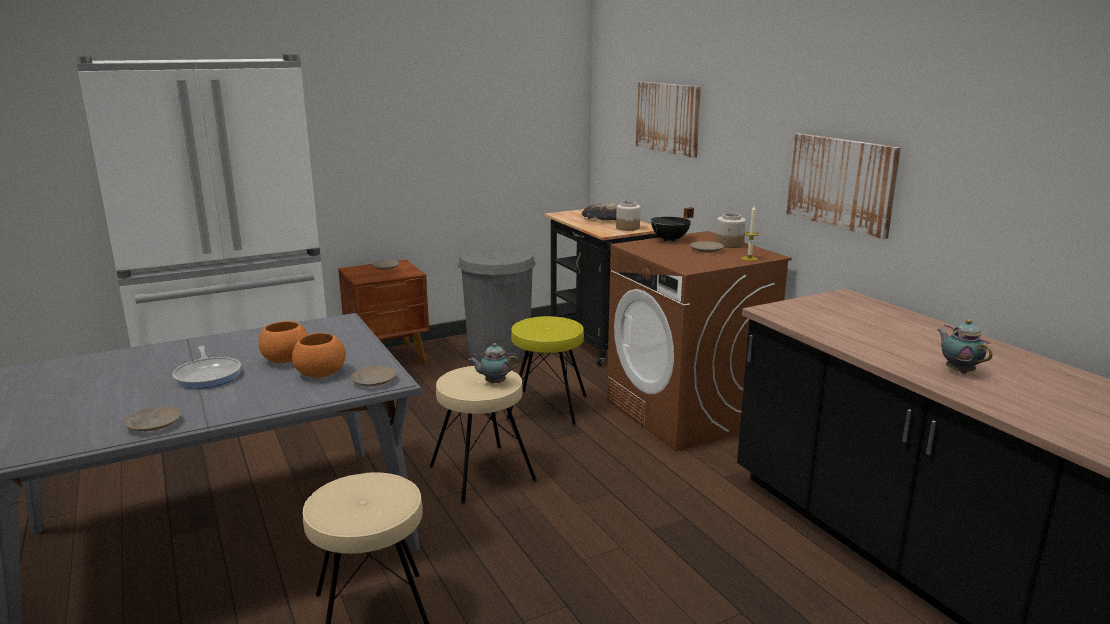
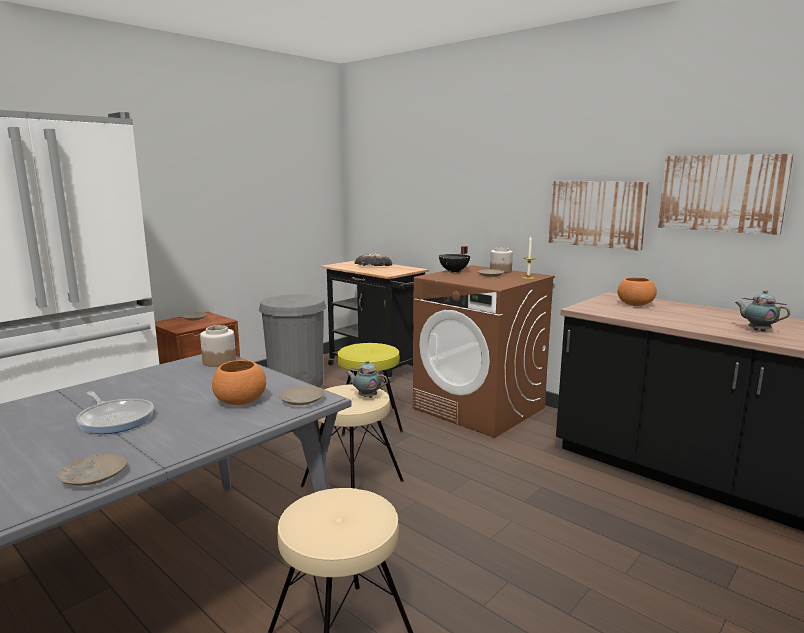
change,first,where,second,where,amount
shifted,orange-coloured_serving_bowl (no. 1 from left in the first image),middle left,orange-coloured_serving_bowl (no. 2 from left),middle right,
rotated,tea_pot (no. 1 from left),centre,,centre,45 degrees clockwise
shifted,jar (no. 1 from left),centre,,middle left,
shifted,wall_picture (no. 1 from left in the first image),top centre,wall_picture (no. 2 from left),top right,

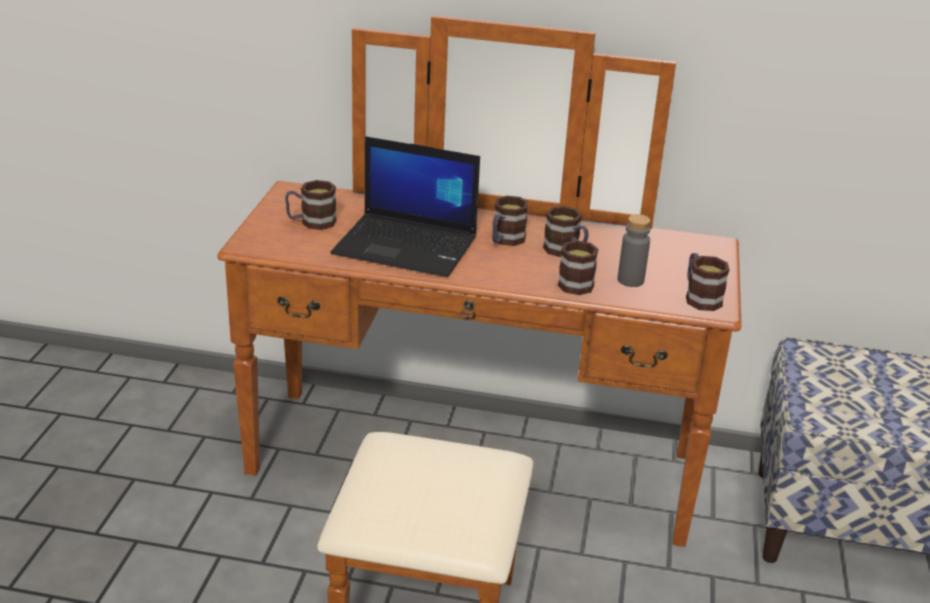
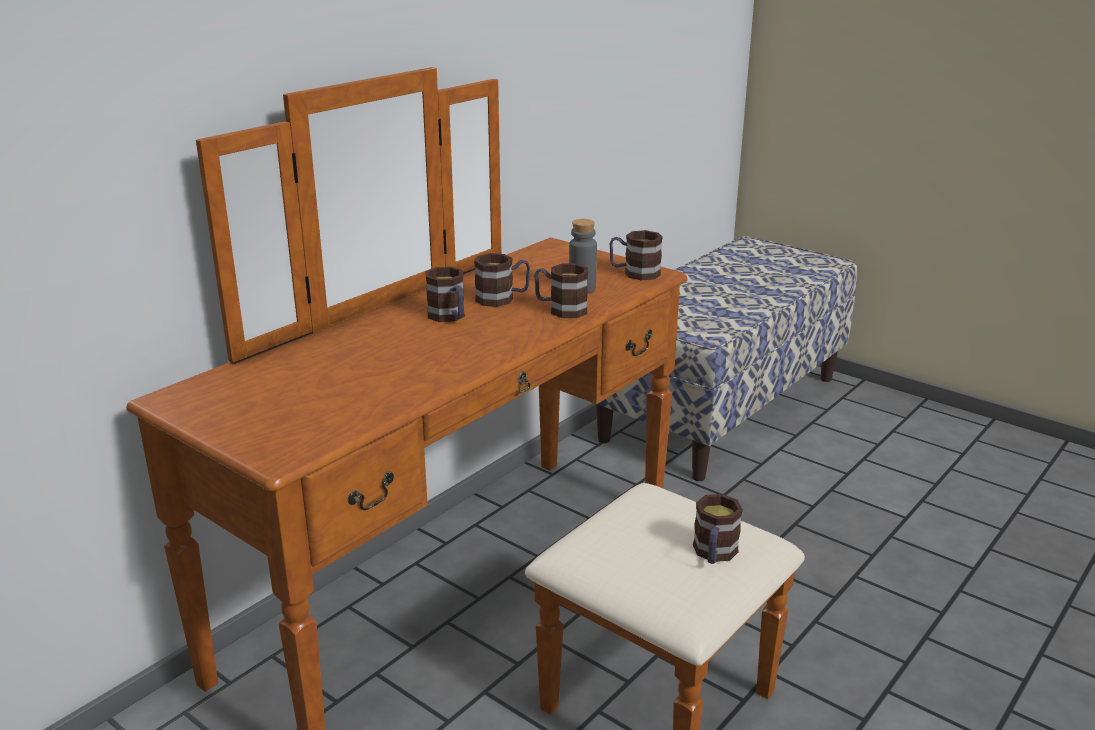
change,first,where,second,where,amount
shifted,mug (no. 1 from left in the first image),centre,mug (no. 5 from left),bottom centre,
gone,laptop,centre,,,

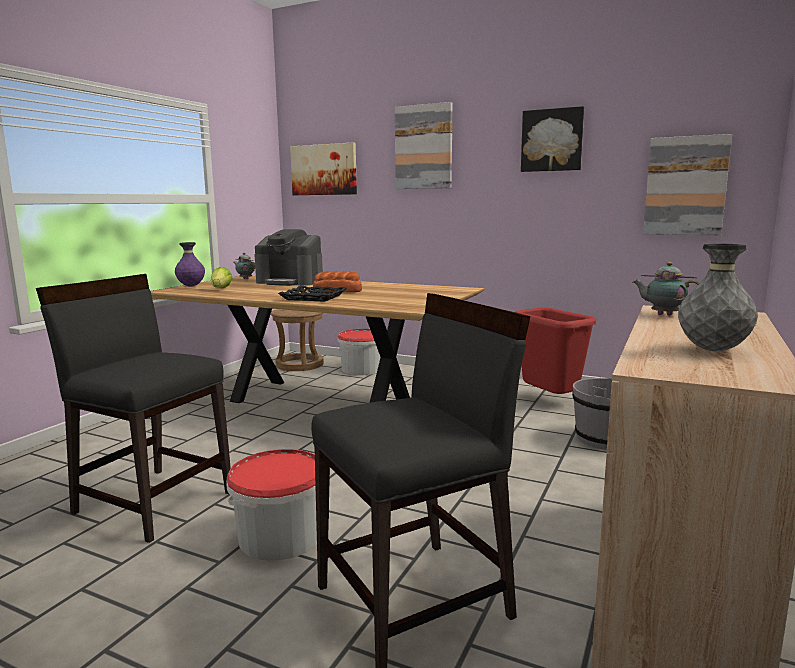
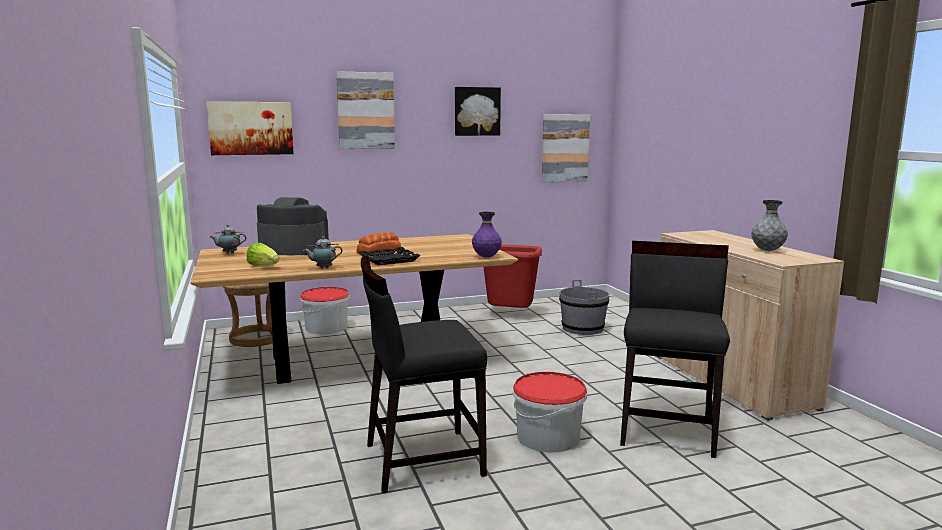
change,first,where,second,where,amount
shifted,purple_decorative_vase,middle left,,centre,
rotated,coffee_machine,centre,,middle left,150 degrees counterclockwise
shifted,tea_pot (no. 2 from left),middle right,,centre,

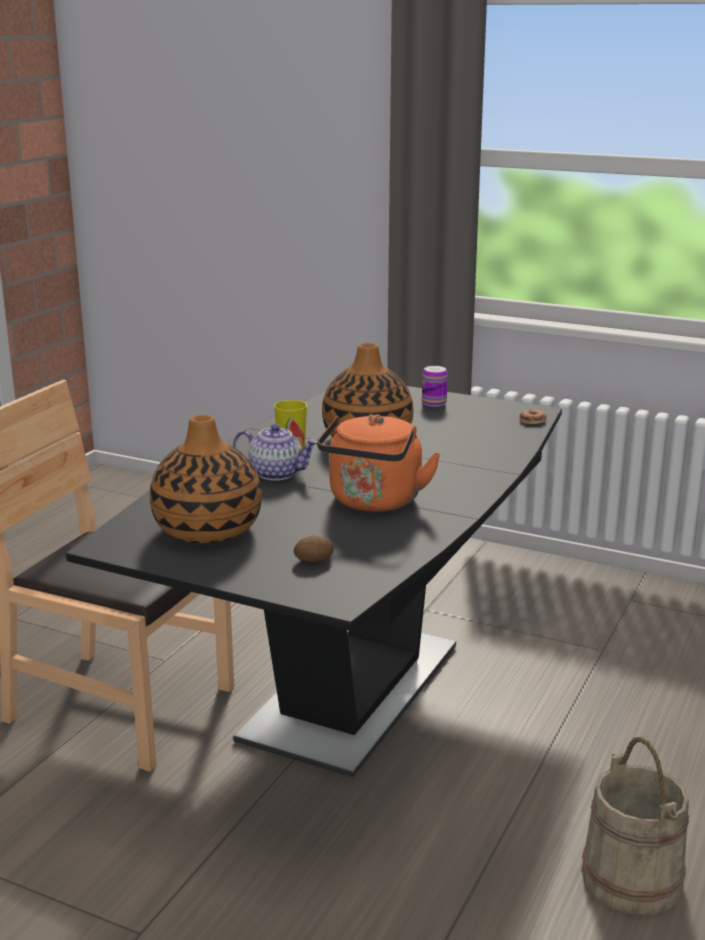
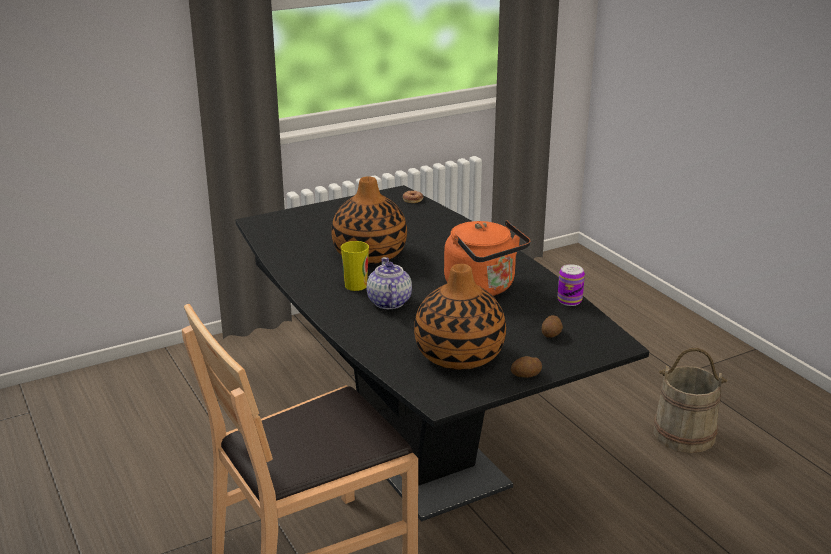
change,first,where,second,where,amount
rotated,tea_pot,centre,,centre,60 degrees counterclockwise
shifted,metal_can,centre,,middle right,
new,,,potato (no. 1 from left),centre,

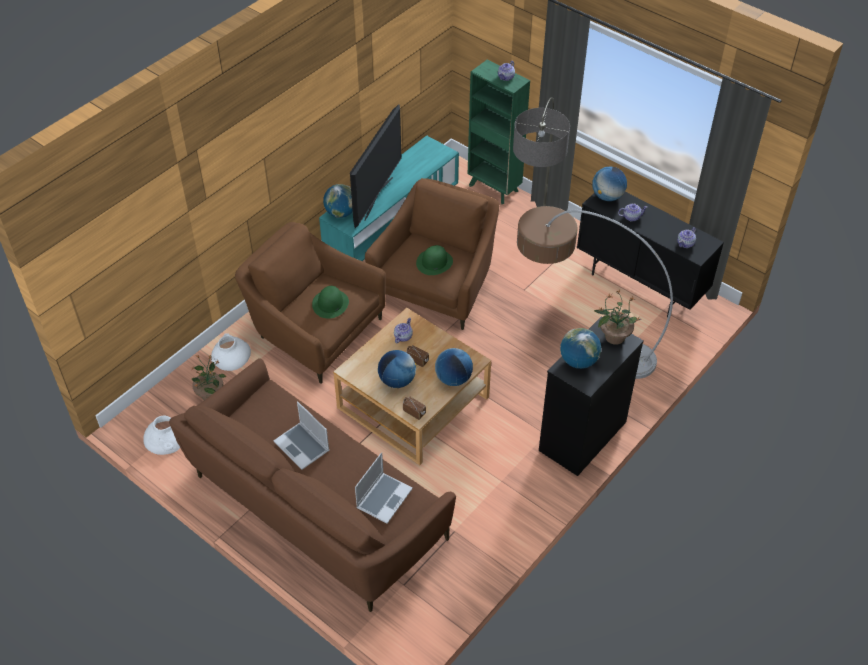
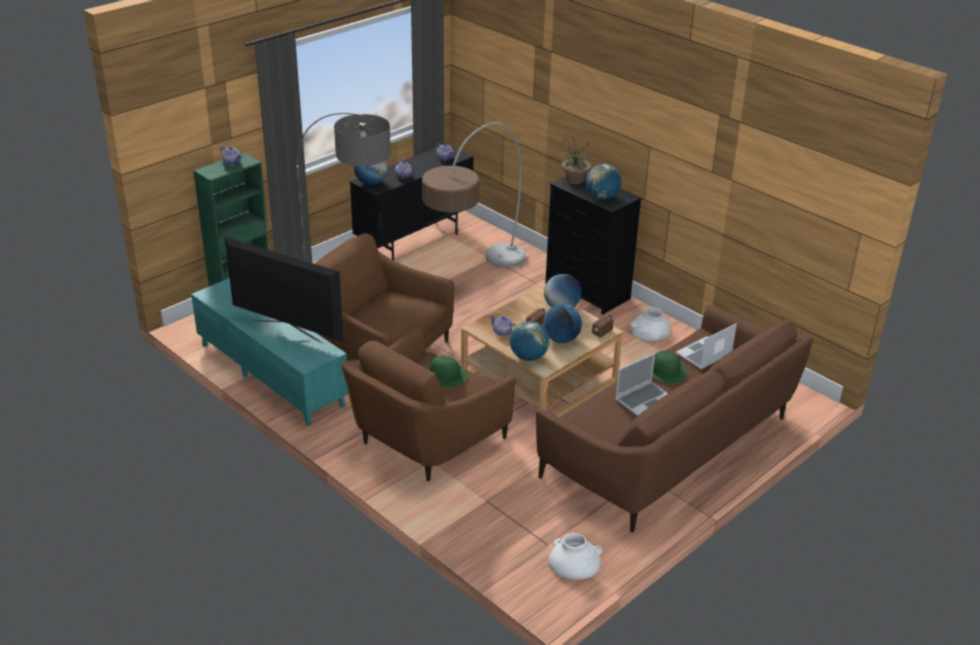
change,first,where,second,where,amount
gone,potted_plant (no. 1 from left),middle left,,,
shifted,whitish_decorative_vase (no. 2 from left),middle left,,centre,
shifted,desk_globe (no. 1 from left in the first image),top centre,desk_globe (no. 2 from left),centre,
rotated,laptop (no. 2 from left),bottom centre,,middle right,75 degrees counterclockwise
shifted,green-coloured_hat (no. 2 from left),centre,,middle right,

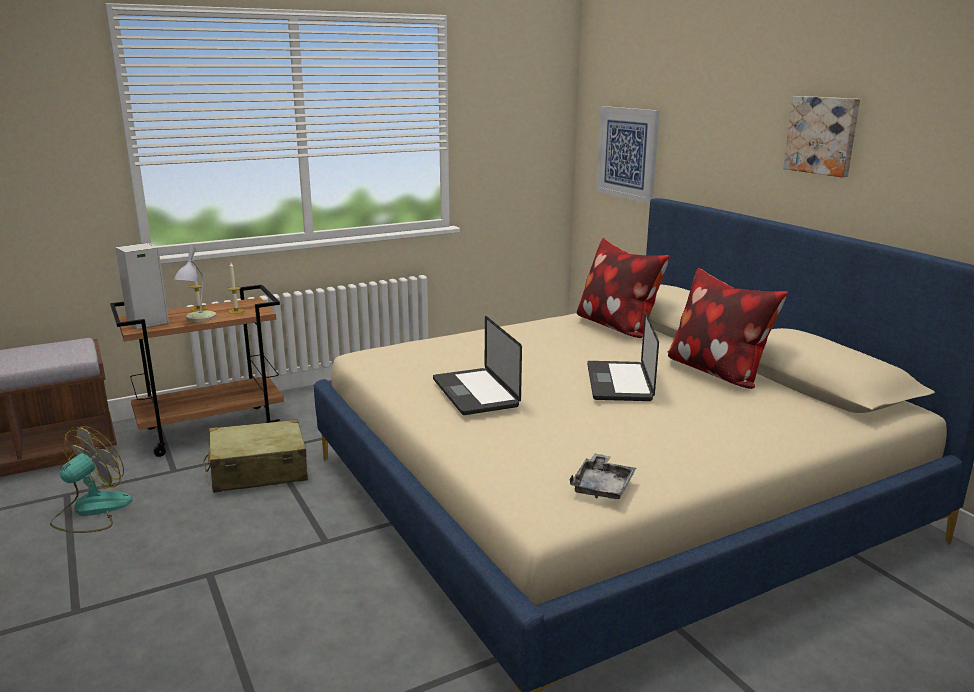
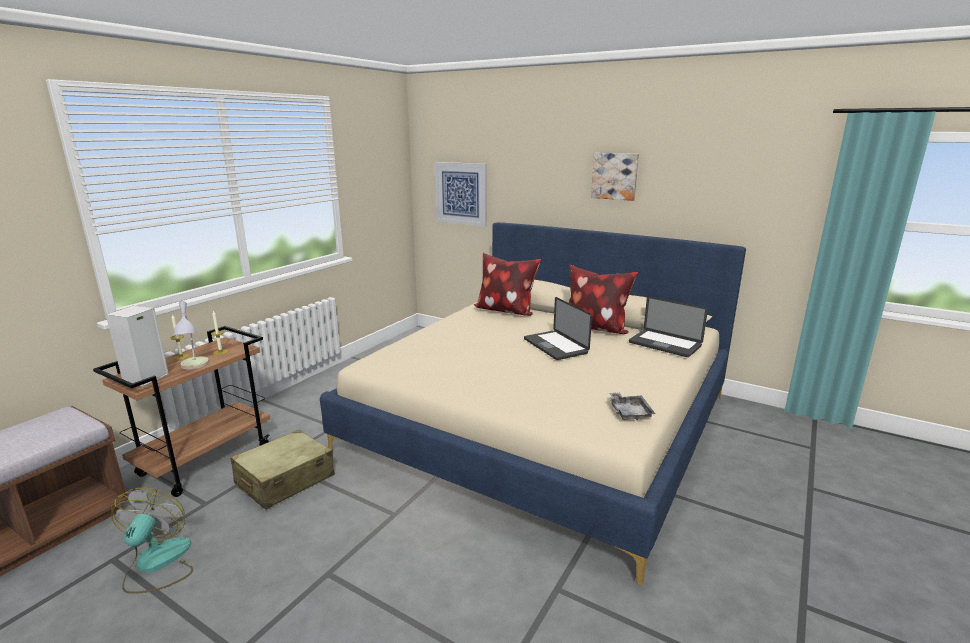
change,first,where,second,where,amount
shifted,laptop (no. 1 from left in the first image),centre,laptop (no. 2 from left),middle right,

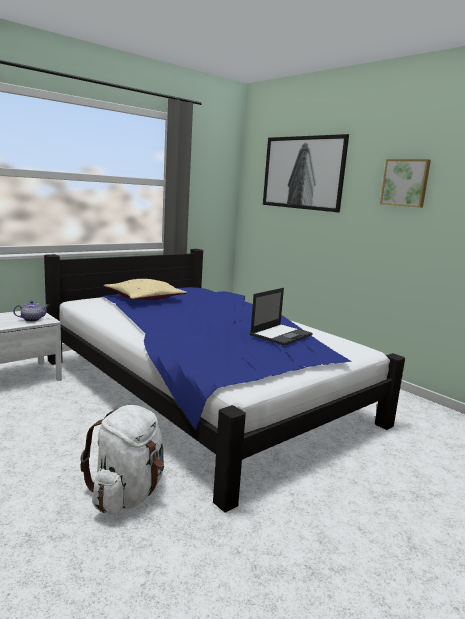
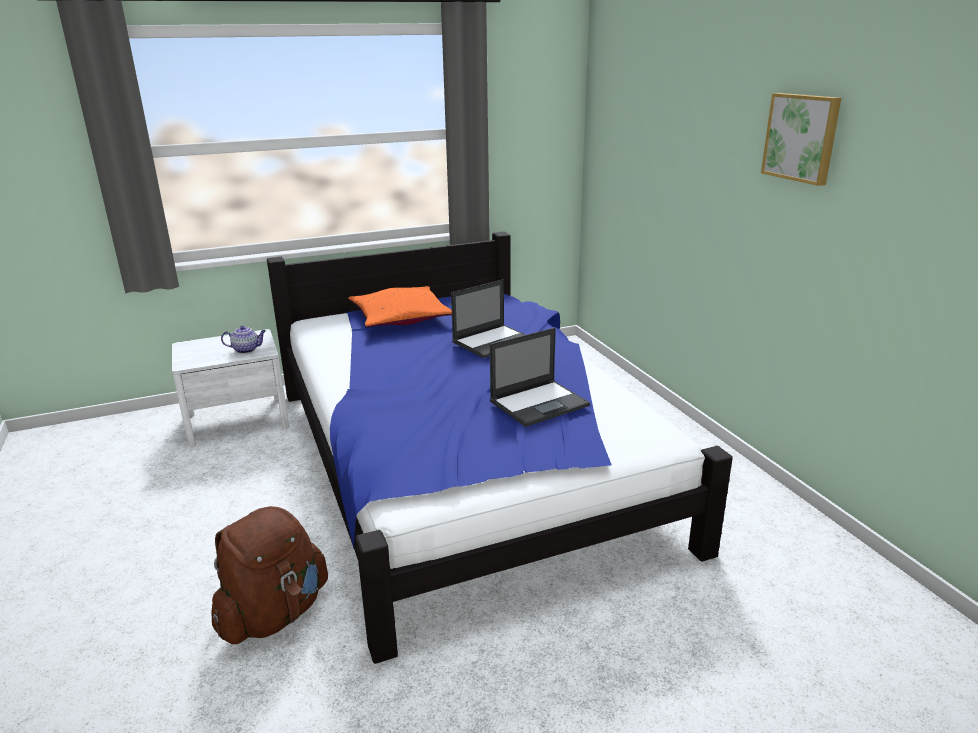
change,first,where,second,where,amount
repainted,whitish_knapsack,bottom left,brownish_knapsack,bottom left,
repainted,beige_throw_pillow,middle left,orange-coloured_throw_pillow,centre,
gone,wall_picture (no. 1 from left),top centre,,,
new,,,laptop (no. 1 from left),centre,

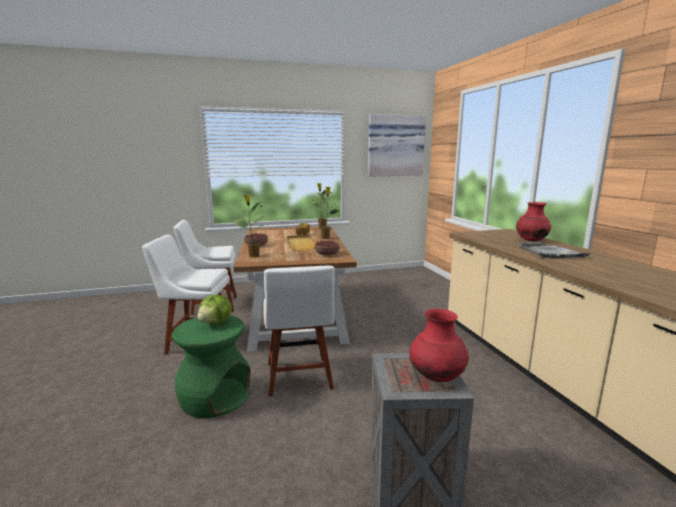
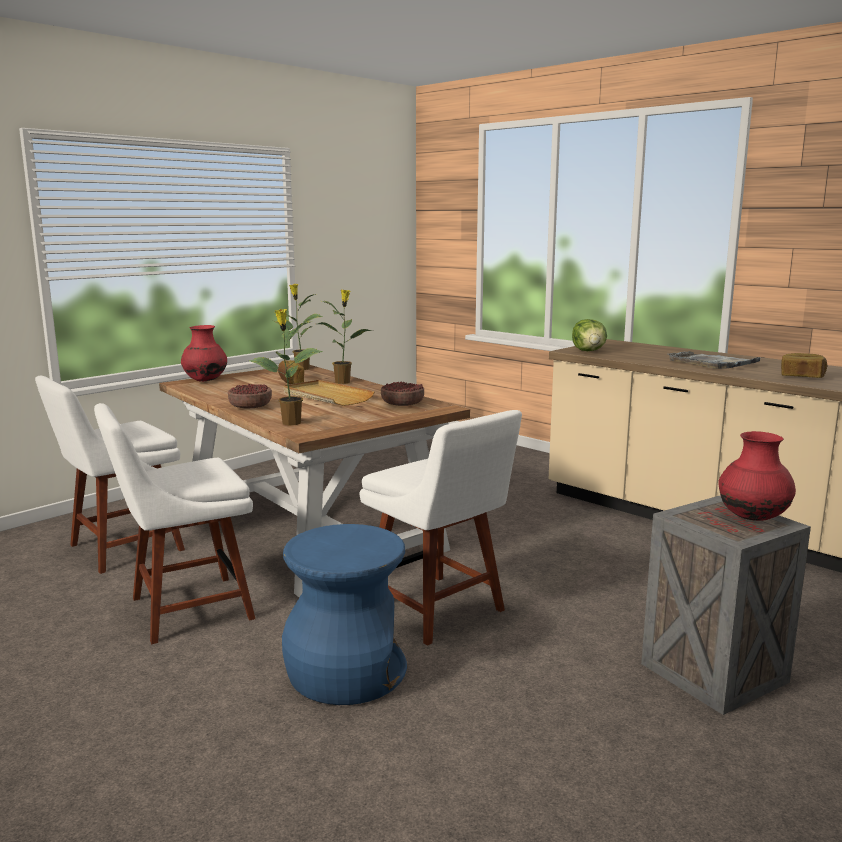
change,first,where,second,where,amount
repainted,green-coloured_stool_seat,bottom left,blue_stool_seat,bottom centre,
shifted,lettuce,middle left,,middle right,
gone,wall_picture,top centre,,,
shifted,reddish_decorative_vase (no. 2 from left in the first image),middle right,reddish_decorative_vase (no. 1 from left),middle left,
new,,,bread (no. 2 from left),middle right,

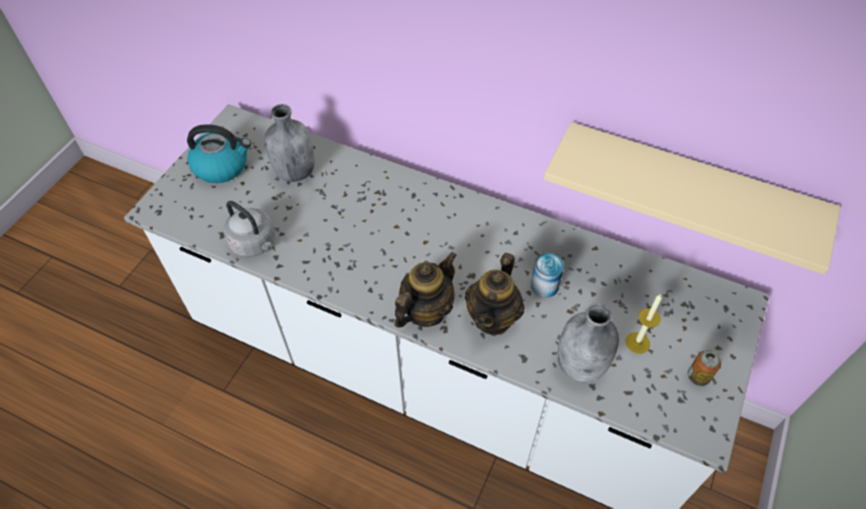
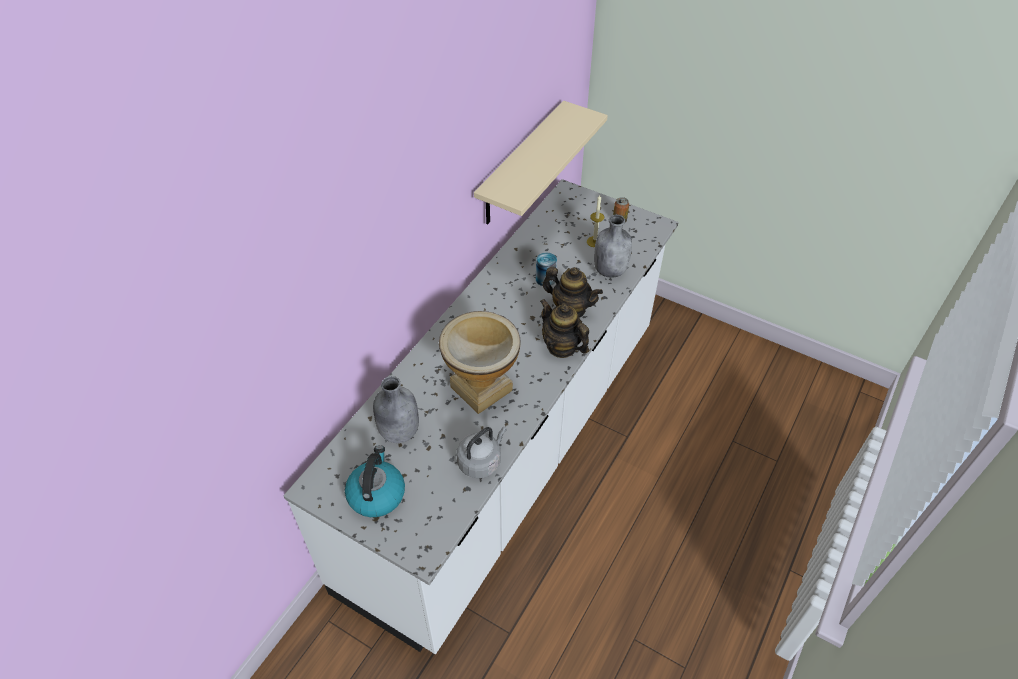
change,first,where,second,where,amount
new,,,decorative_vase,centre,

